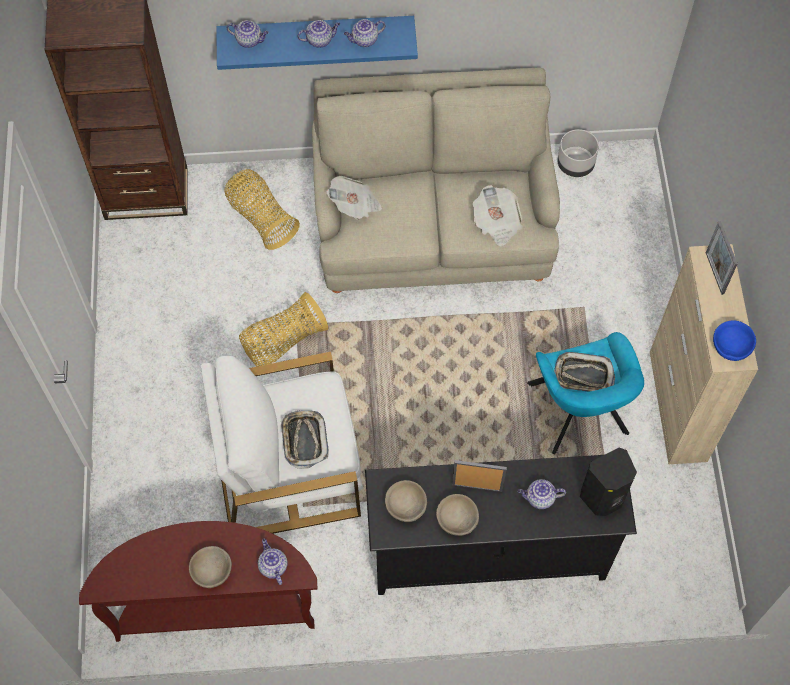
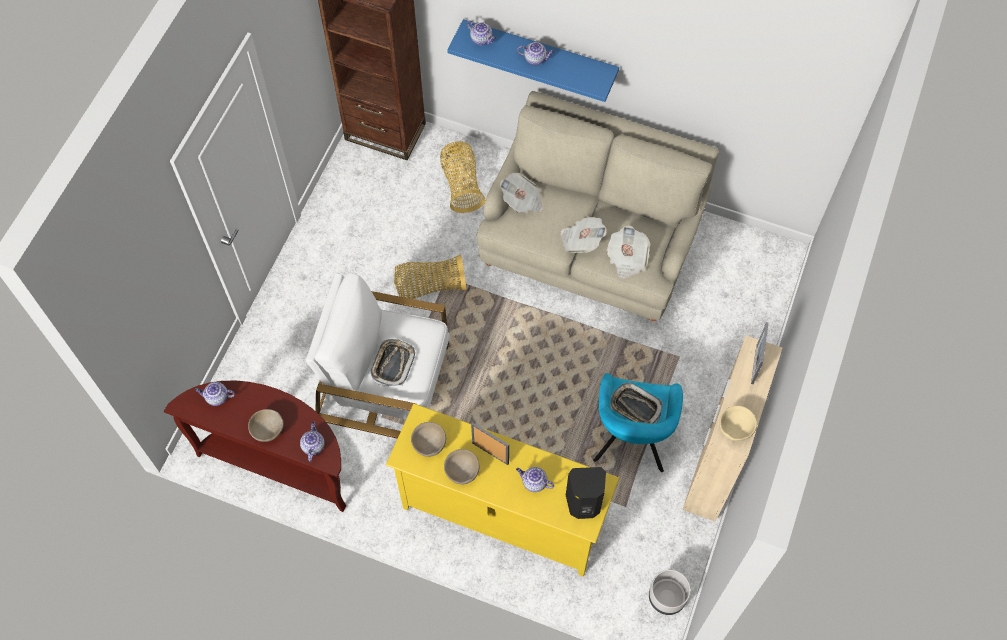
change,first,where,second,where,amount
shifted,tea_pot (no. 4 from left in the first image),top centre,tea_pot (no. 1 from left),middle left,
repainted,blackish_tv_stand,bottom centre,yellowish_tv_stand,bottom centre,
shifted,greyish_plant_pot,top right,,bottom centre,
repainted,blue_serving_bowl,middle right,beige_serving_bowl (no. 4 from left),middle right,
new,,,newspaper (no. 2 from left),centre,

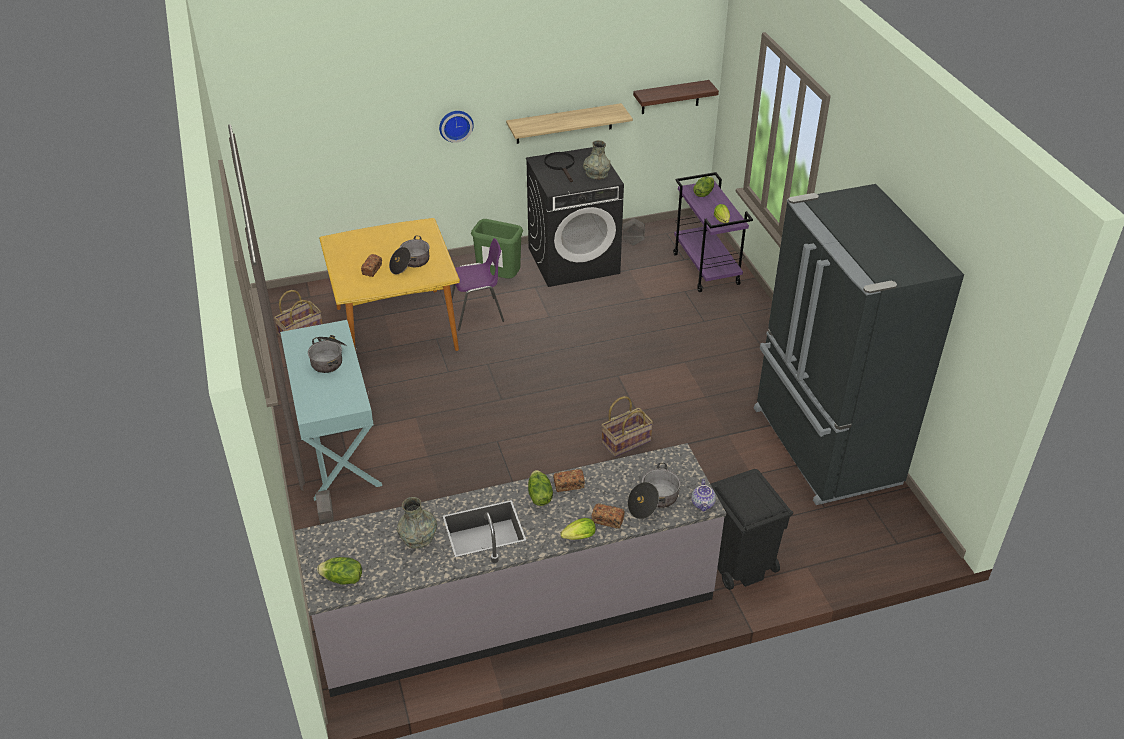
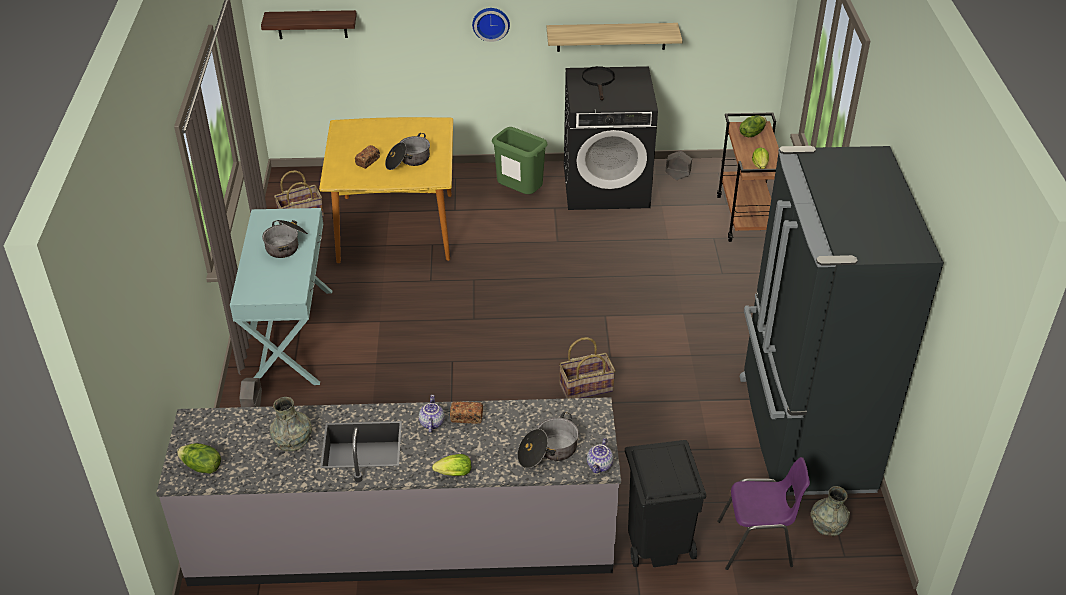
change,first,where,second,where,amount
shifted,purple_plain_chair,centre,,bottom right,
swapped,lettuce (no. 2 from left),centre,tea_pot (no. 1 from left),bottom centre,
shifted,greyish_decorative_vase (no. 2 from left),top centre,,bottom right,
gone,bread (no. 3 from left),bottom centre,,,
shifted,shelf (no. 2 from left in the first image),top centre,shelf (no. 1 from left),top left,
repainted,purple_wheeled_cart,top centre,brownish_wheeled_cart,top right,

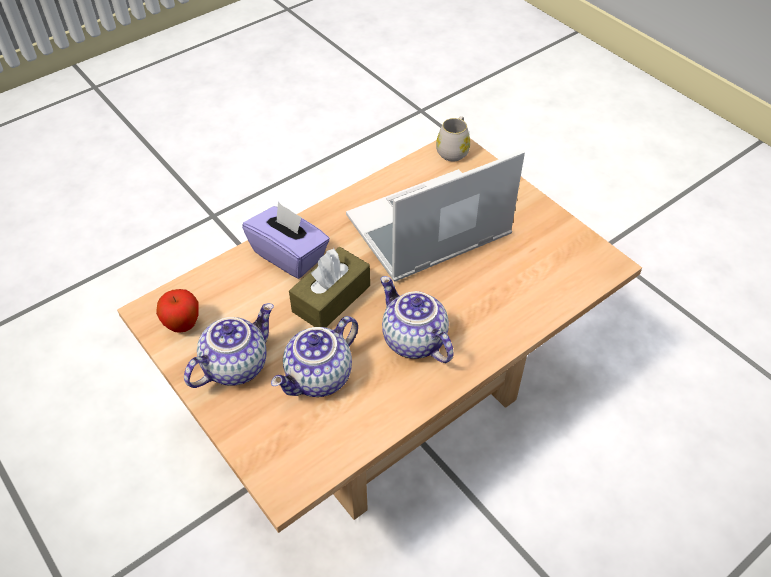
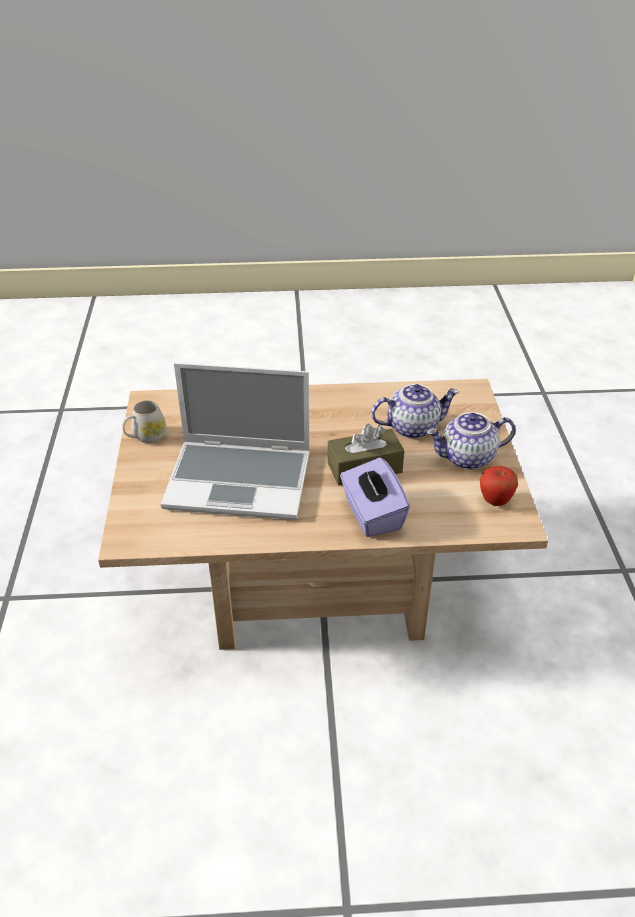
change,first,where,second,where,amount
gone,tea_pot (no. 3 from left),centre,,,
shifted,whitish_mug,top centre,,middle left,

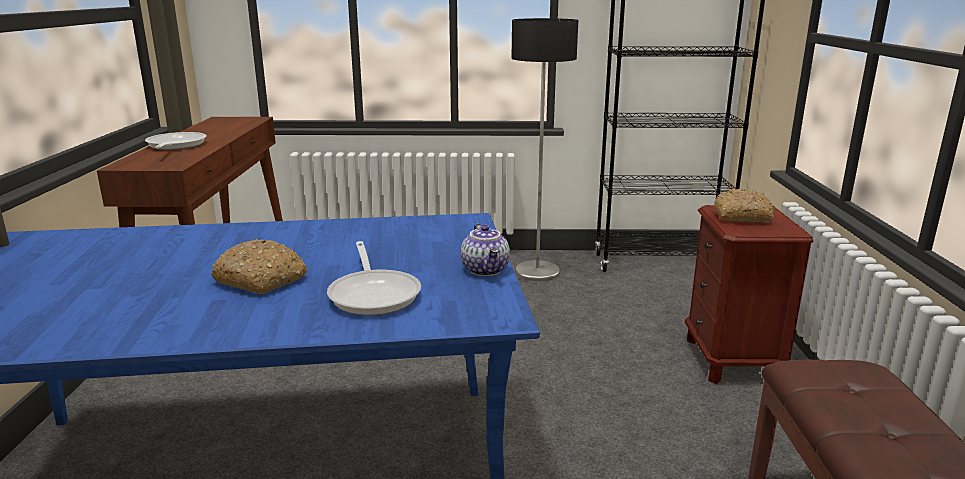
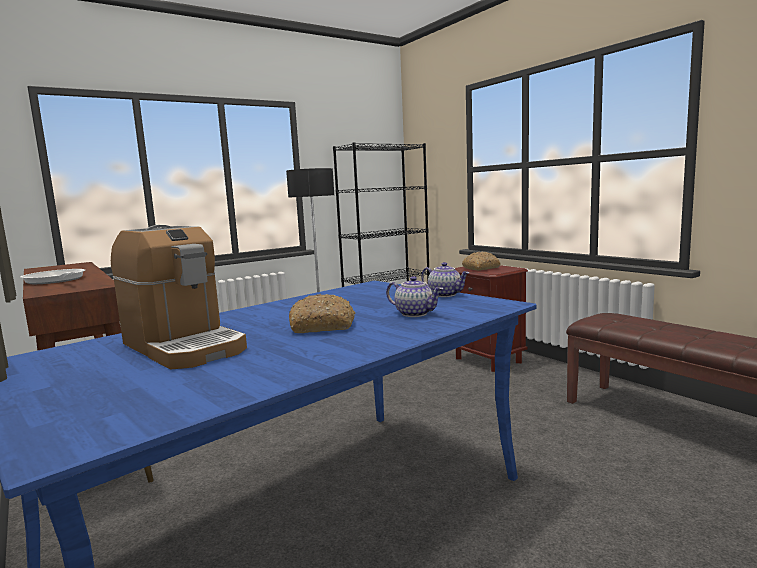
change,first,where,second,where,amount
swapped,skillet (no. 2 from left),centre,tea_pot (no. 1 from left),centre,
new,,,coffee_machine,middle left,

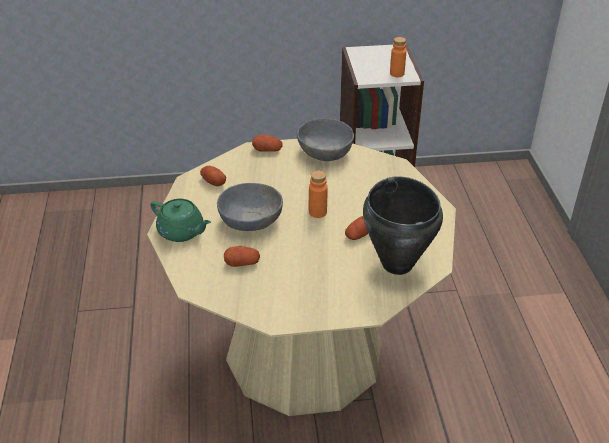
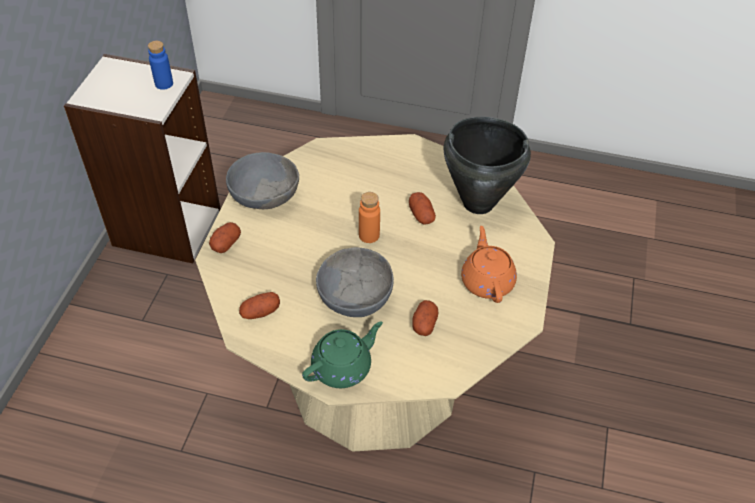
change,first,where,second,where,amount
repainted,orange-coloured_bottle (no. 2 from left),top centre,blue_bottle,top left,
new,,,orange-coloured_tea_pot,centre,

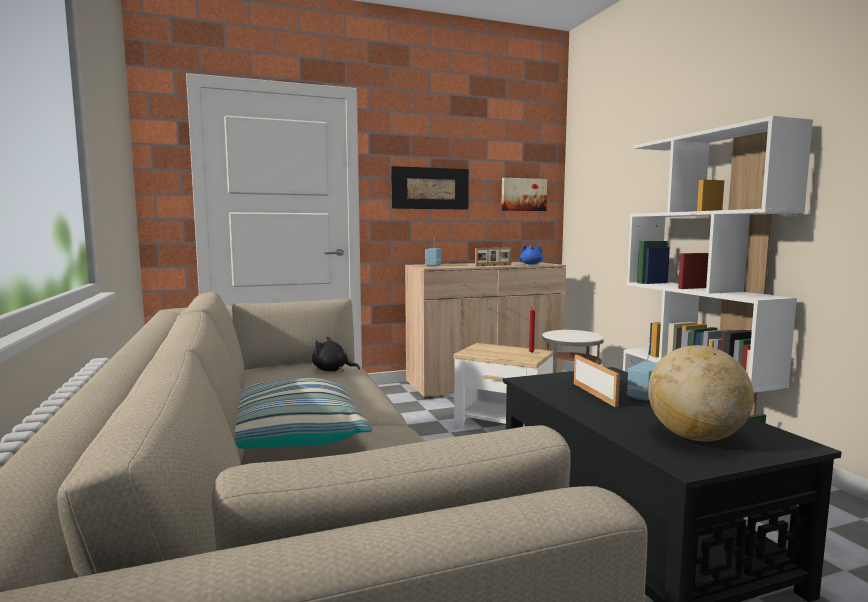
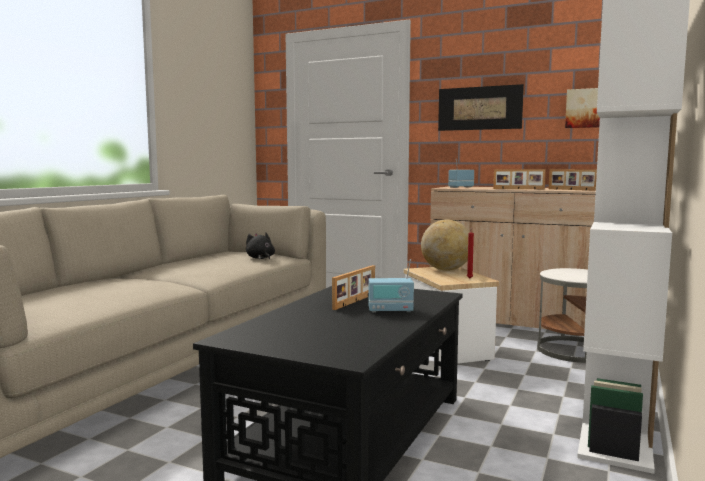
change,first,where,second,where,amount
gone,throw_pillow,bottom centre,,,
swapped,blue_soft_toy,centre,photo_frame (no. 3 from left),middle right,
shifted,desk_globe,middle right,,centre,

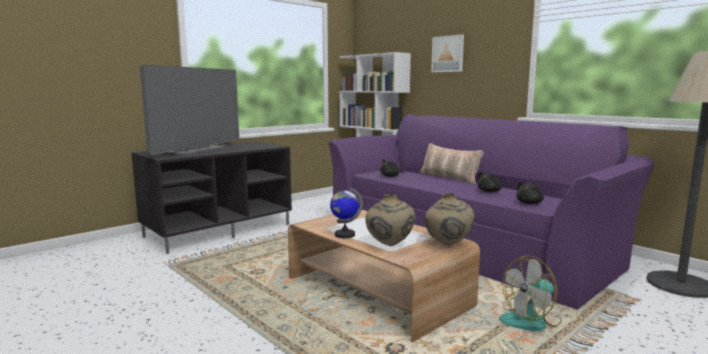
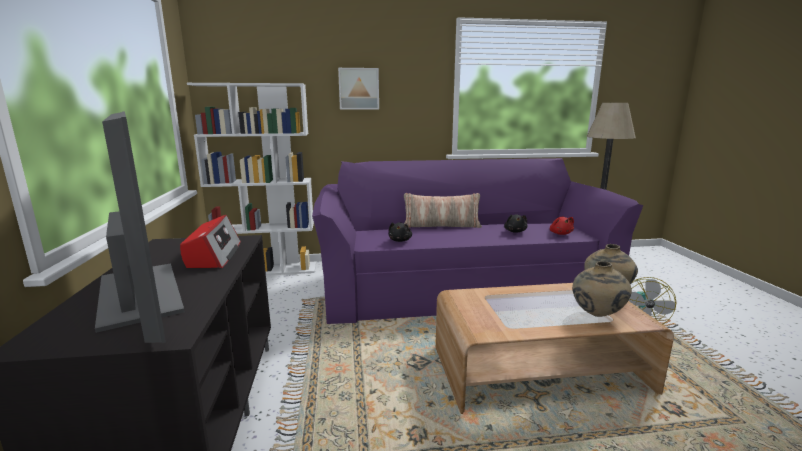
change,first,where,second,where,amount
gone,desk_globe,centre,,,
repainted,blackish_soft_toy (no. 3 from left),middle right,reddish_soft_toy,middle right,
new,,,radio_receiver,middle left,

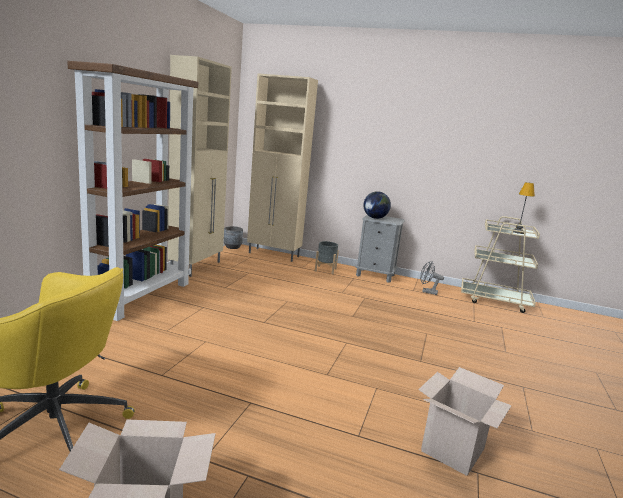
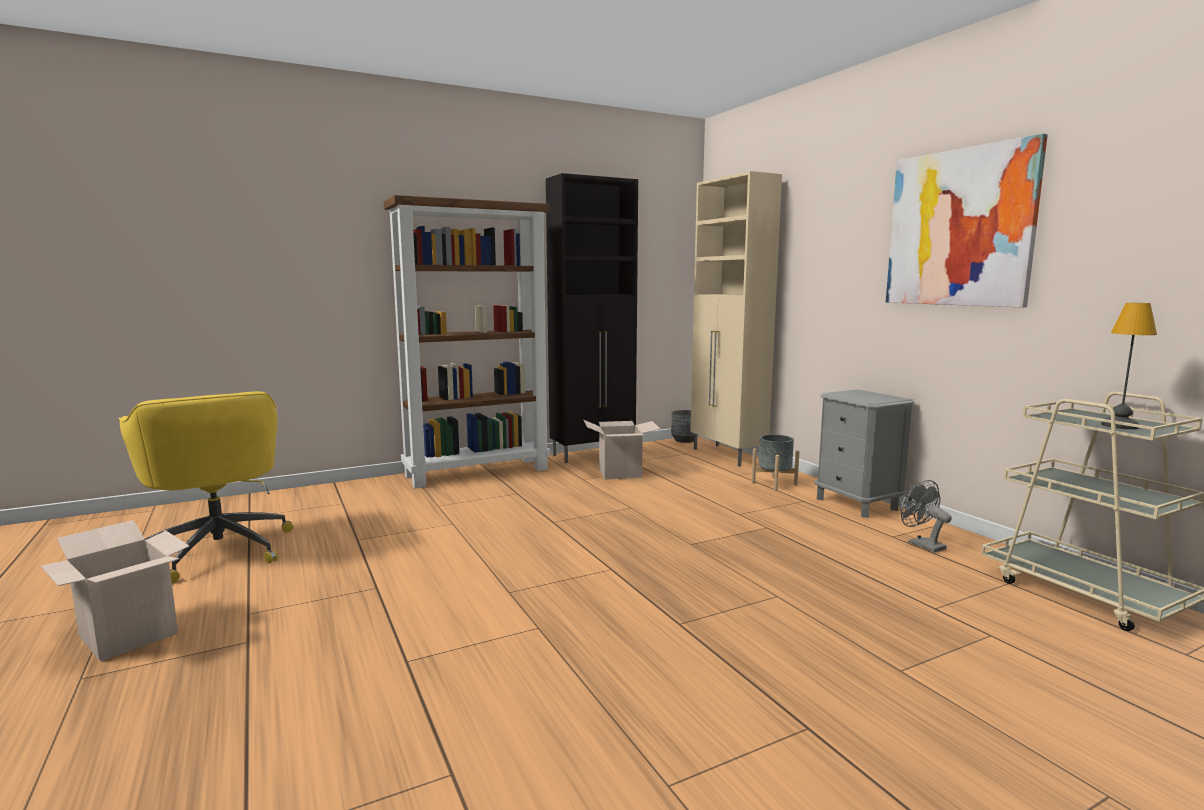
change,first,where,second,where,amount
repainted,beige_cabinet (no. 1 from left),middle left,blackish_cabinet,centre,
gone,desk_globe,centre,,,
shifted,packing_box (no. 2 from left),bottom right,,centre,
new,,,wall_picture,top right,

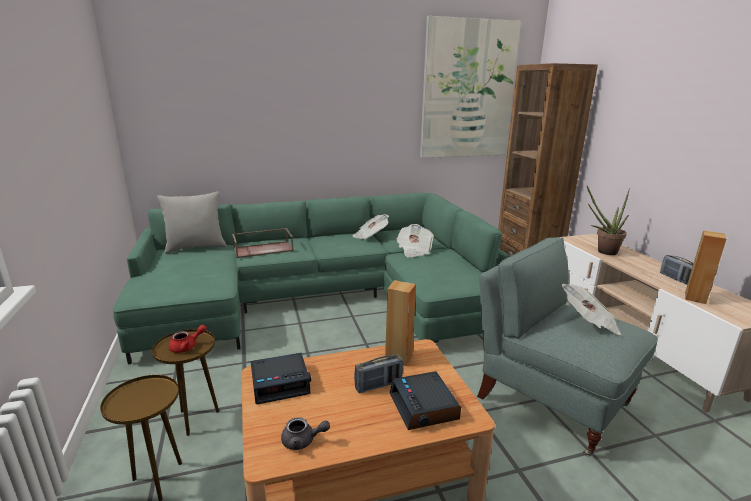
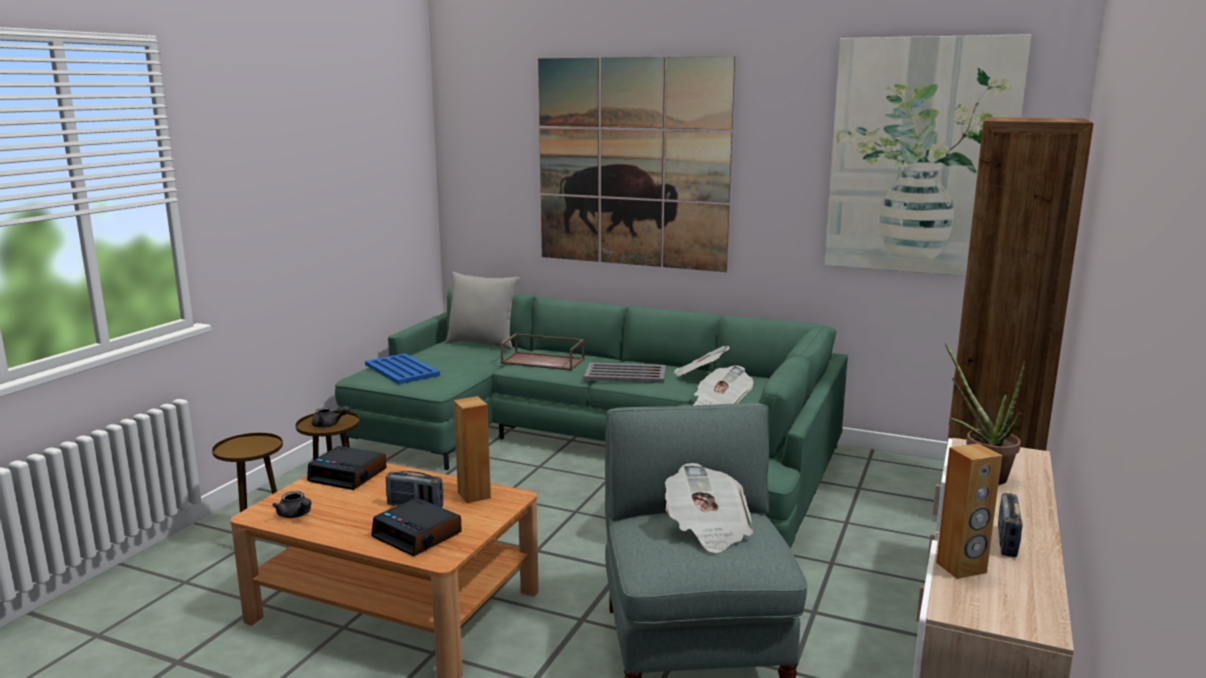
change,first,where,second,where,amount
repainted,reddish_tea_pot,bottom left,greyish_tea_pot (no. 2 from left),middle left,
rotated,table_clock (no. 2 from left),bottom centre,,bottom centre,75 degrees counterclockwise
new,,,blue_serving_tray,centre,
new,,,wall_picture (no. 1 from left),top centre,
new,,,greyish_serving_tray,centre,

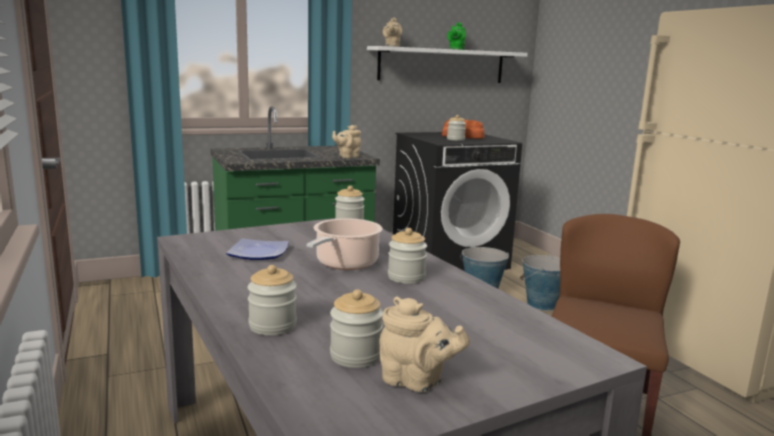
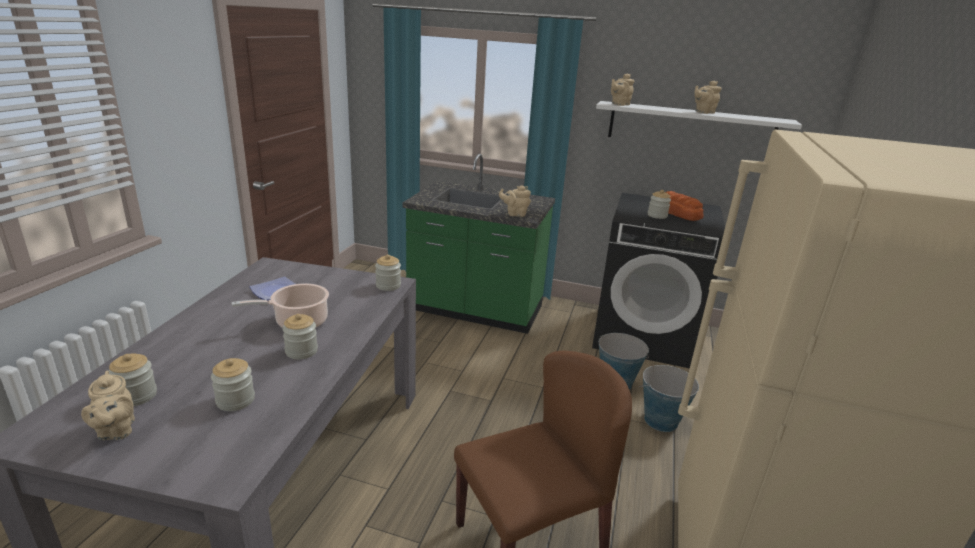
change,first,where,second,where,amount
shifted,jar (no. 1 from left in the first image),bottom centre,jar (no. 2 from left),bottom left,
repainted,green-coloured_tea_pot,top centre,beige_tea_pot (no. 4 from left),top right,

